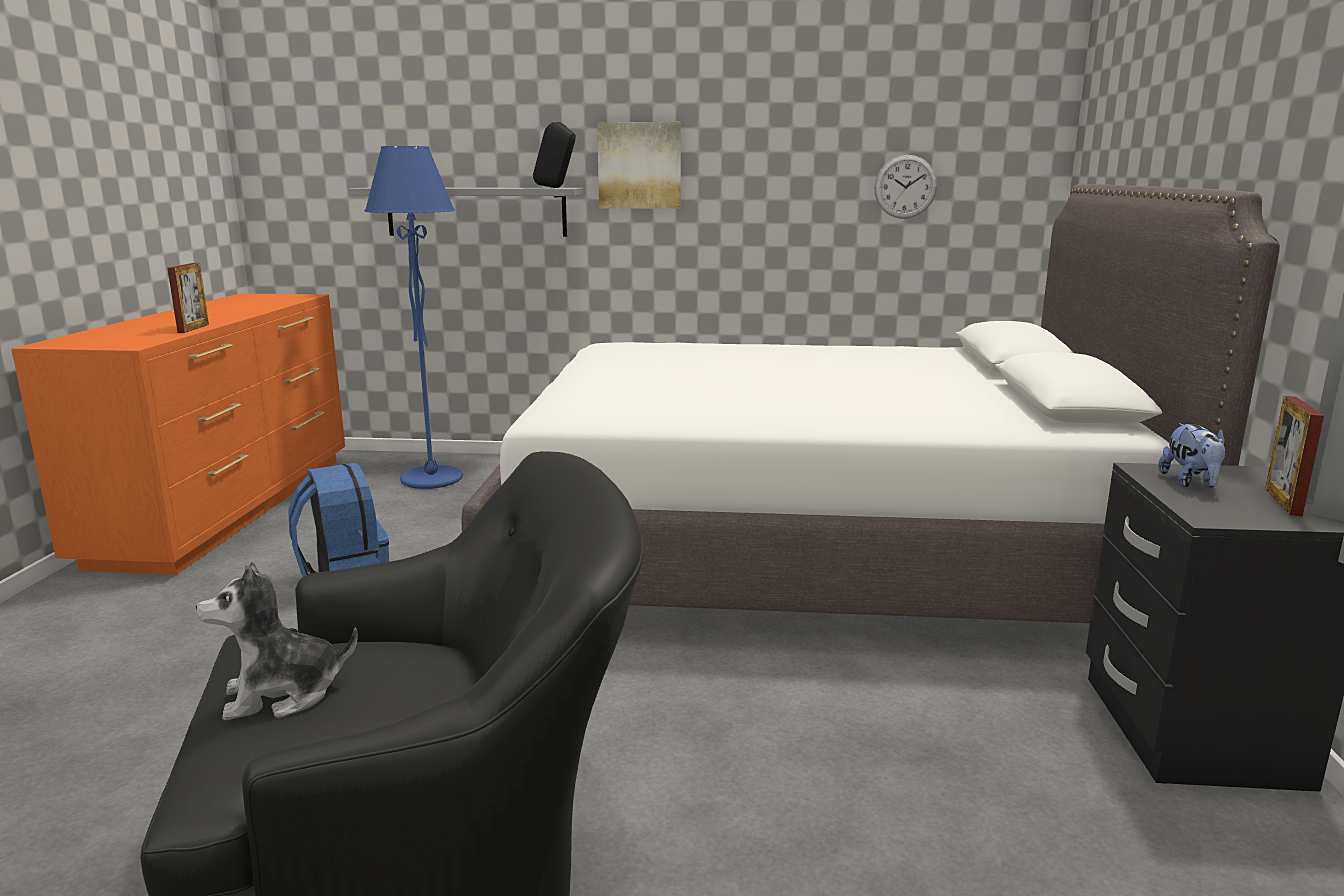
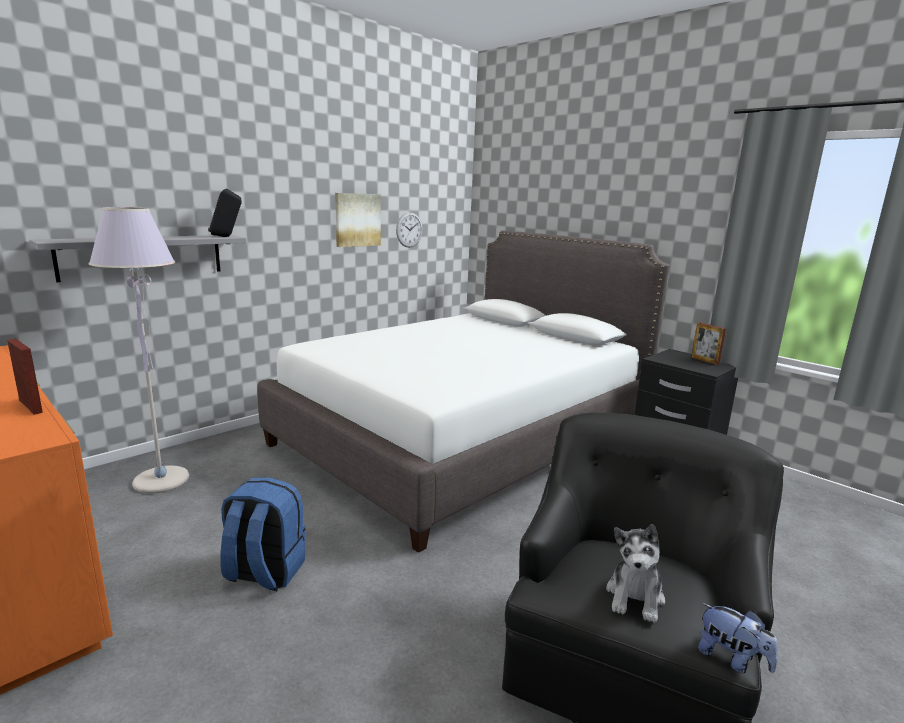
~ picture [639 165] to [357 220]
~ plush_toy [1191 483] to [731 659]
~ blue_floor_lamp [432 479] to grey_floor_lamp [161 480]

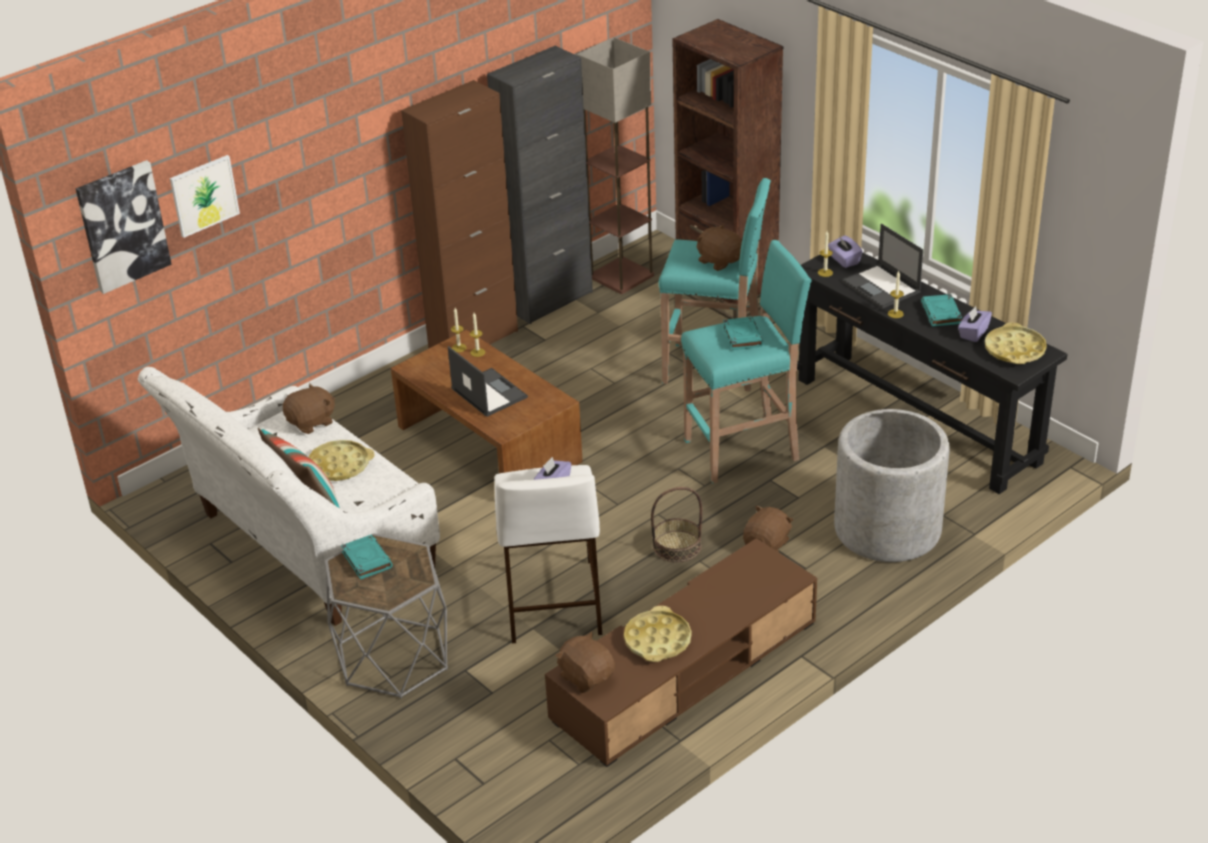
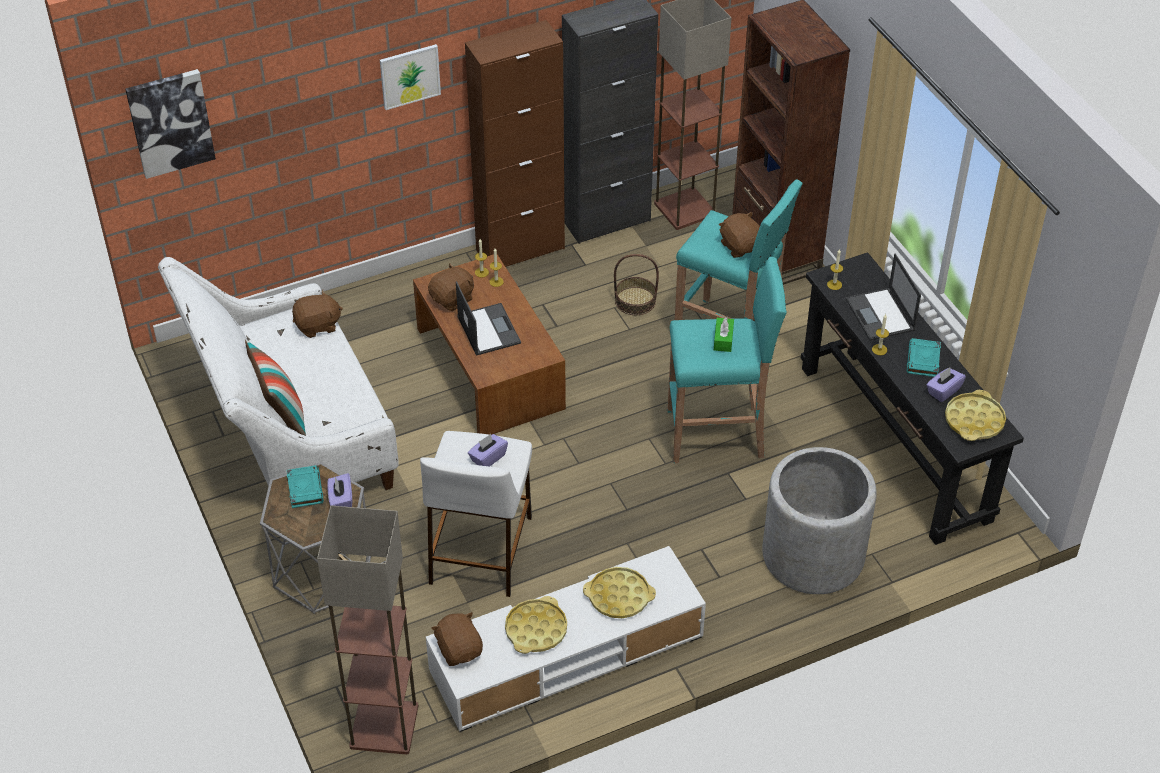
+ floor_lamp [383 727]
~ picture [204 195] to [410 76]
~ yellow_tray [339 466] to [619 597]
~ basket [677 546] to [635 301]
~ brown_plush_toy [767 544] to [452 299]
~ purple_tissue_box [844 260] to [341 500]
~ turquoise_book [742 336] to green_tissue_box [723 339]
~ brown_tv_stand [685 671] to white_tv_stand [566 654]

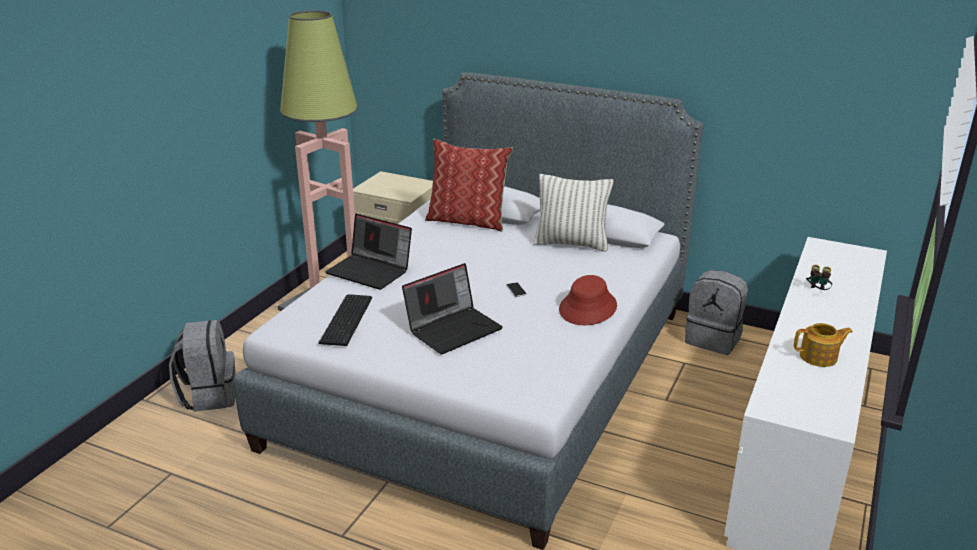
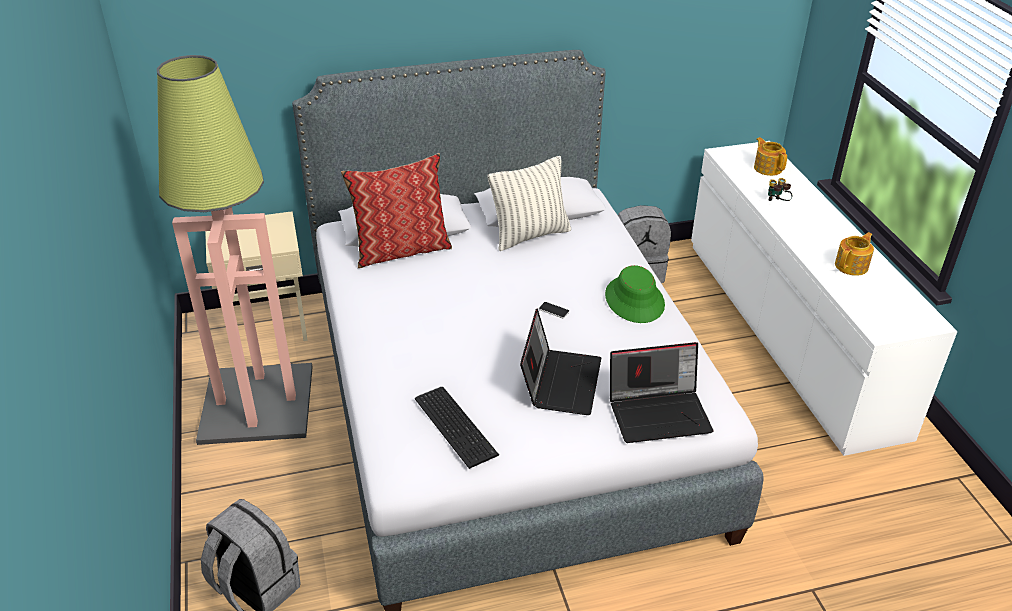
+ teapot [768 168]
~ laptop [371 271] to [659 412]
~ red_hat [588 308] to green_hat [635 300]

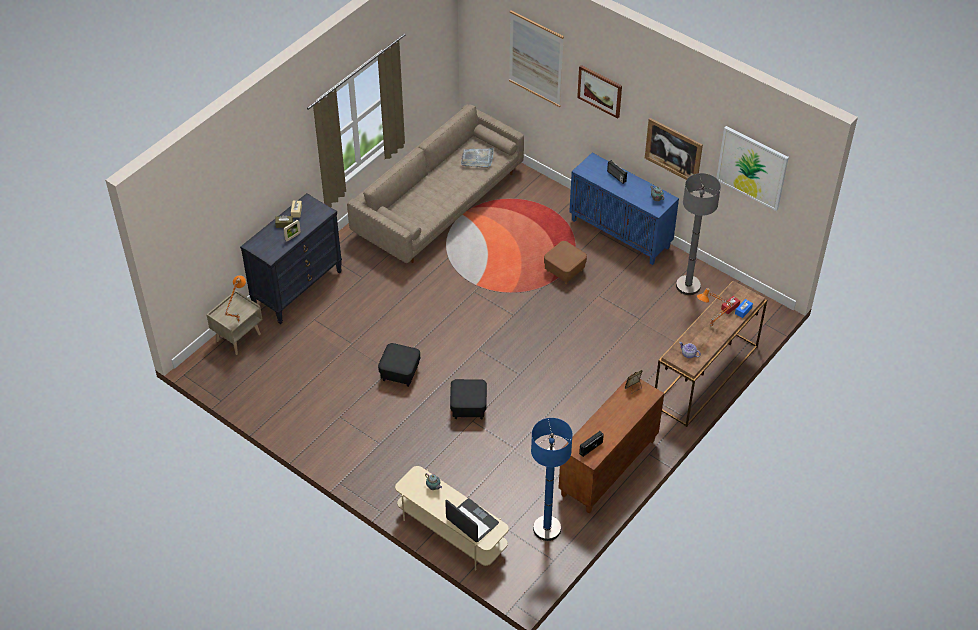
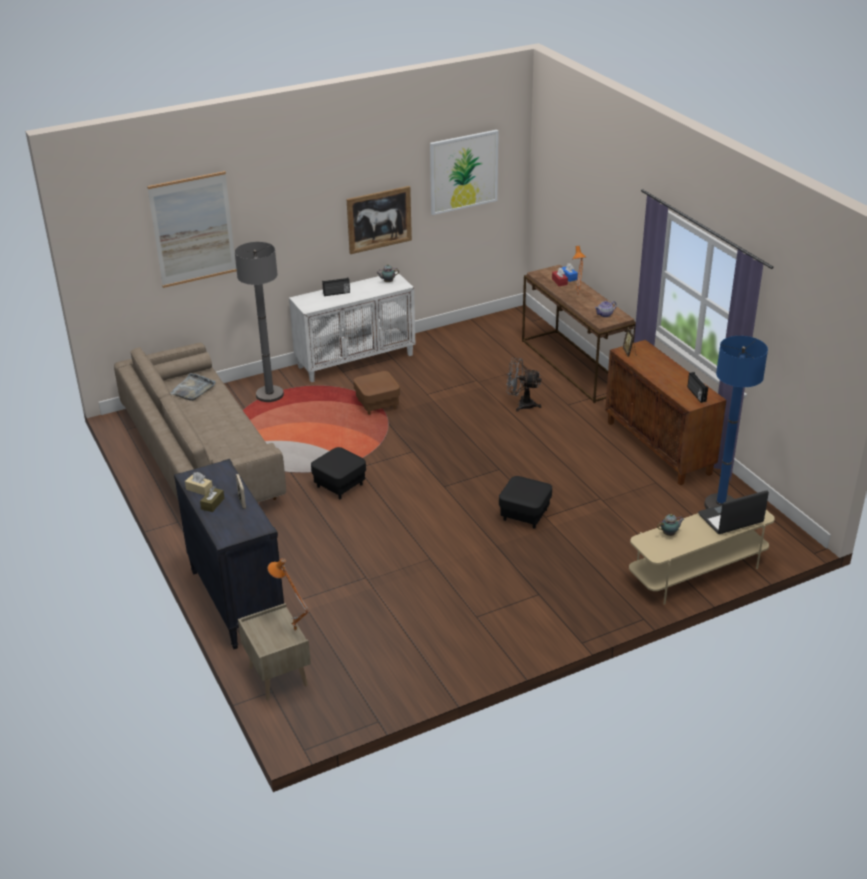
- picture [600 91]
+ grey_fan [521 404]
~ black_ottoman [400 373] to [339 485]
~ grey_floor_lamp [688 286] to [270 395]
~ blue_cabinet [621 233] to white_cabinet [356 360]

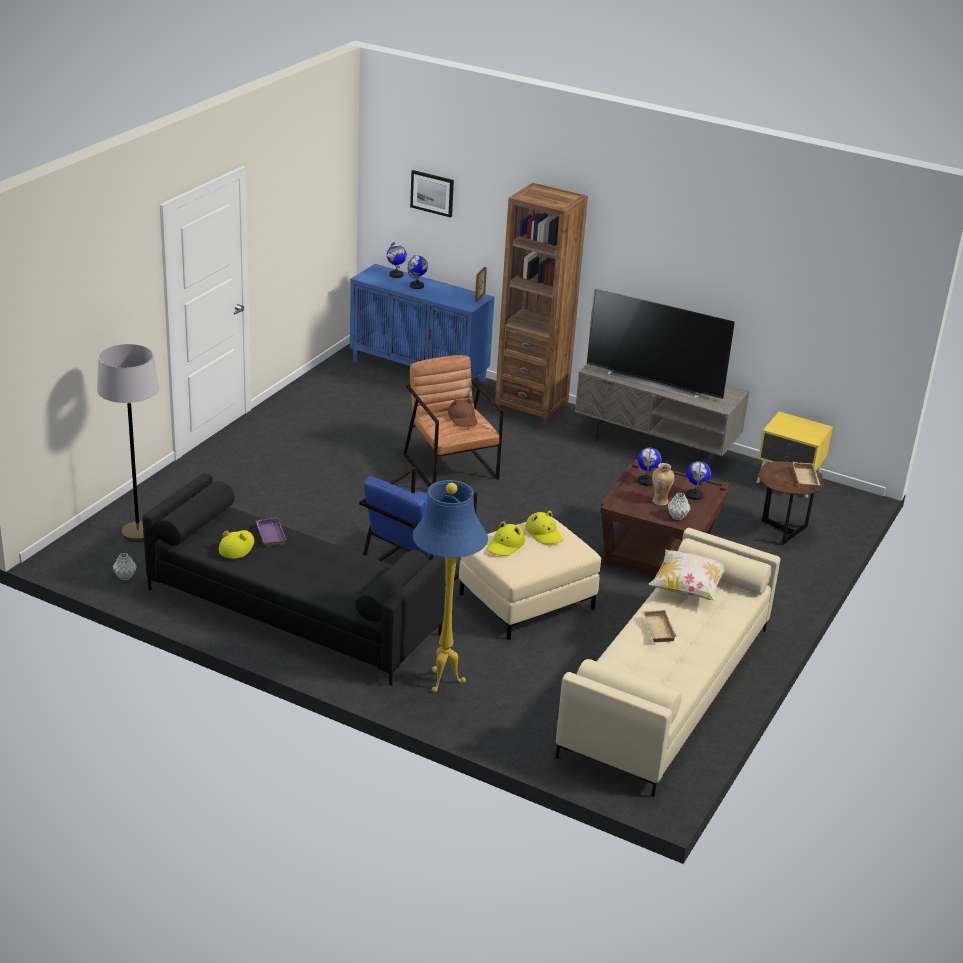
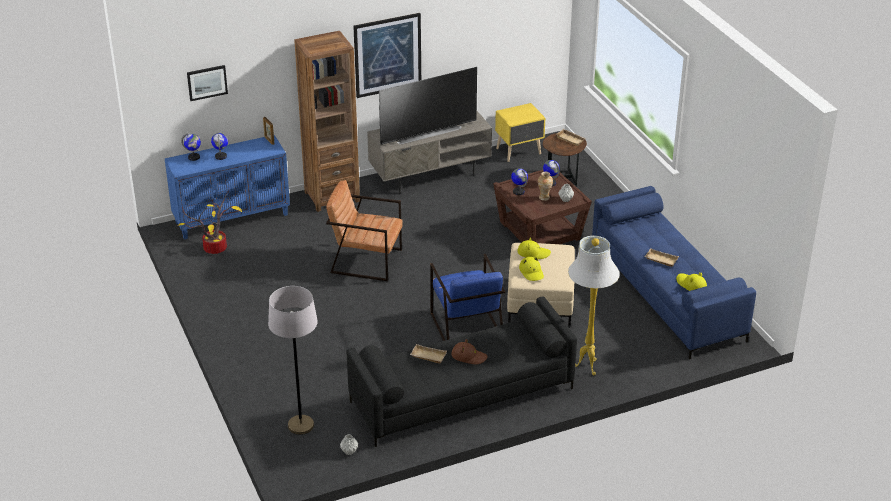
- pillow [687 588]
+ potted_plant [215 246]
+ picture [387 55]
~ yellow_hat [236 547] to [691 284]
~ brown_hat [463 418] to [469 356]
~ purple_tray [269 535] to beige_tray [427 356]
~ blue_floor_lamp [442 681] to white_floor_lamp [586 367]
~ beige_sofa [667 691] to blue_sofa [667 293]

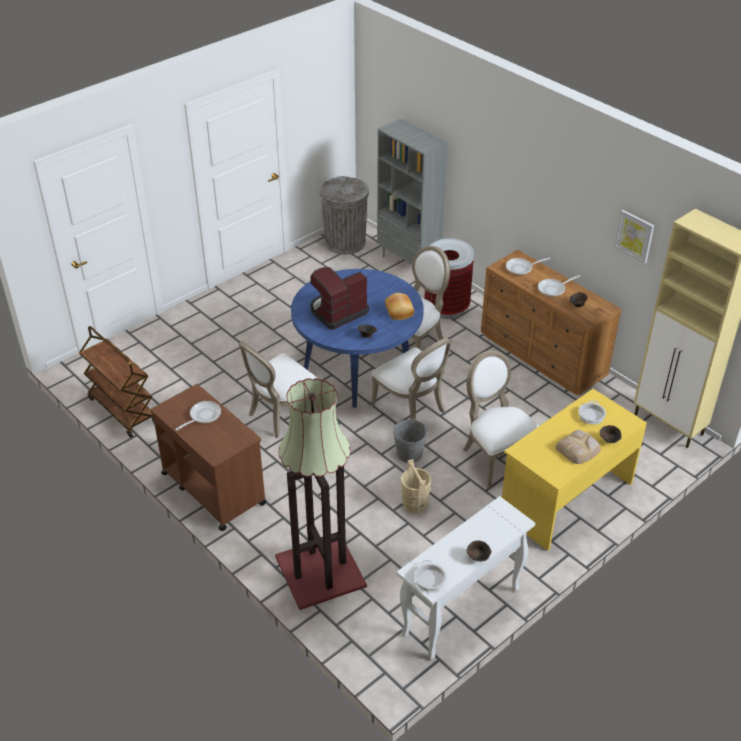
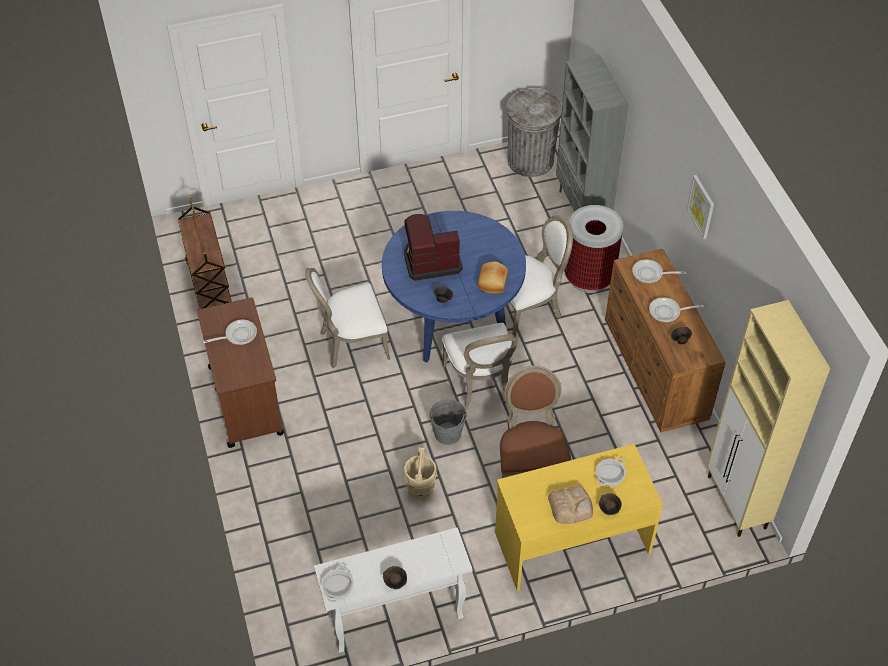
- floor_lamp [319 571]
~ picture [634 236] to [701 206]
~ white_chair [496 457] to brown_chair [530 470]

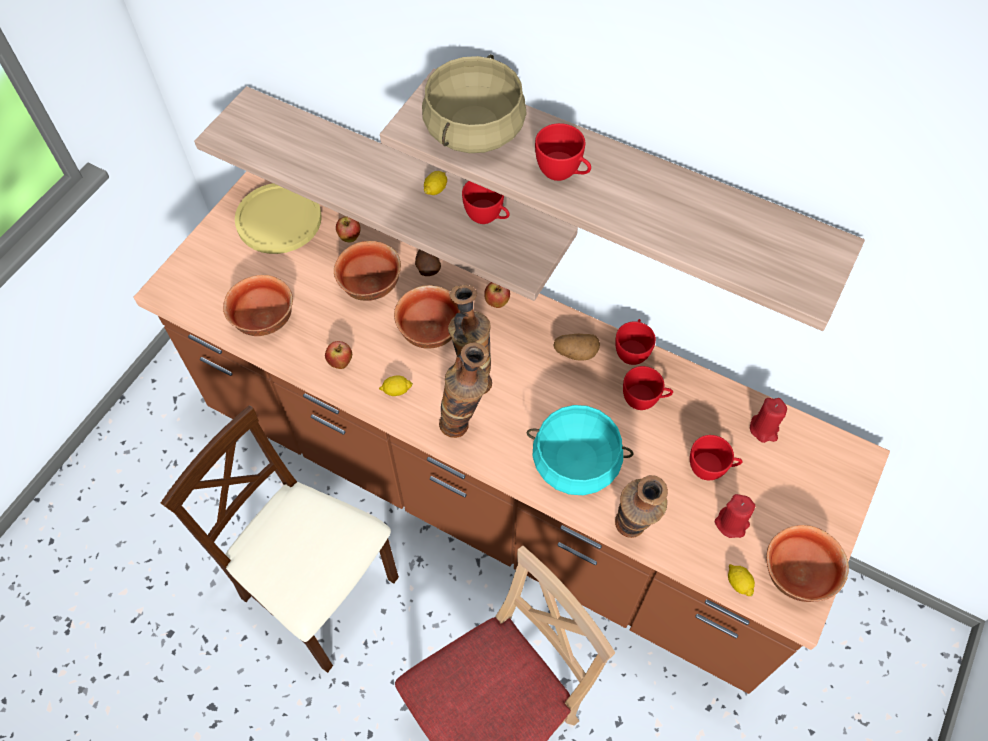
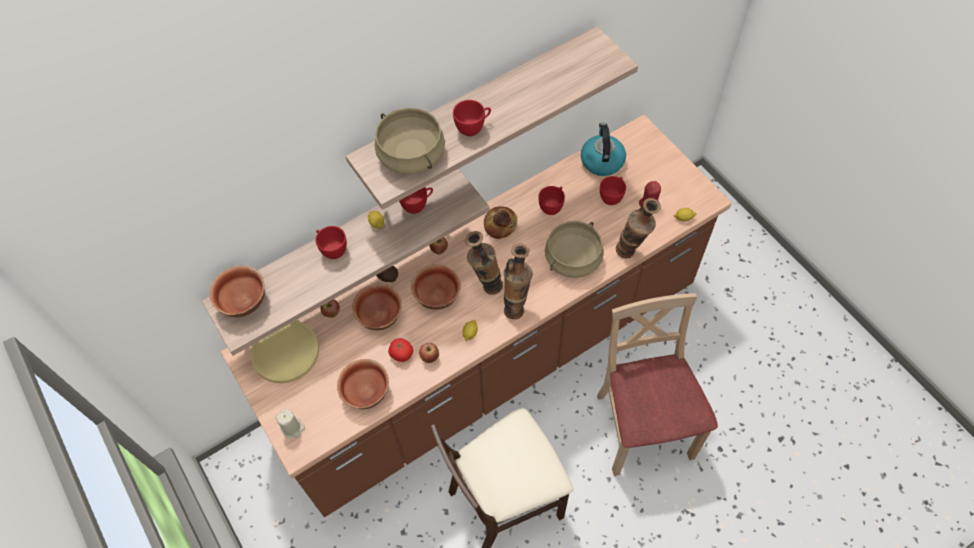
+ beige_candle [293 428]
+ tomato [401 354]
~ red_cup [632 351] to [332 249]
~ bowl [797 575] to [244 302]
~ potato [575 352] to bread [500 225]
~ red_candle [764 429] to kettle [601 160]
~ turquoise_cooking_pot [576 461] to beige_cooking_pot [572 258]

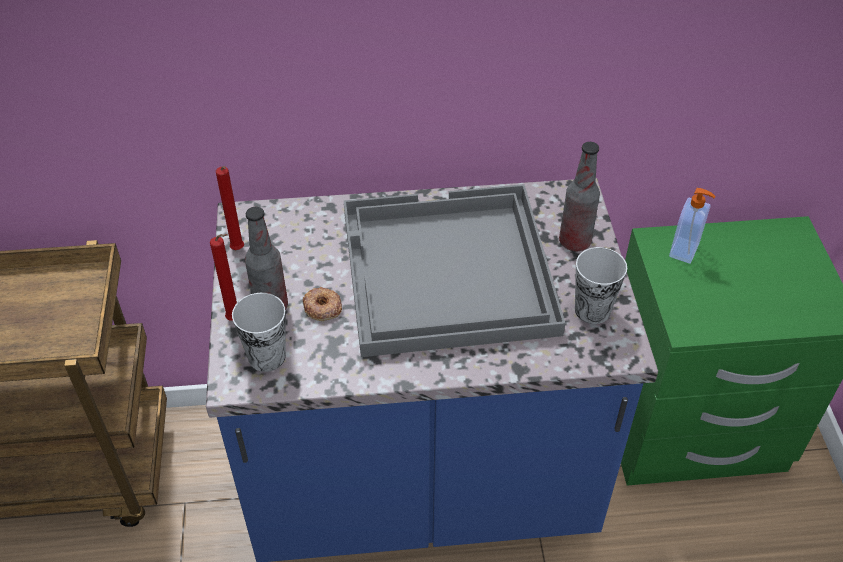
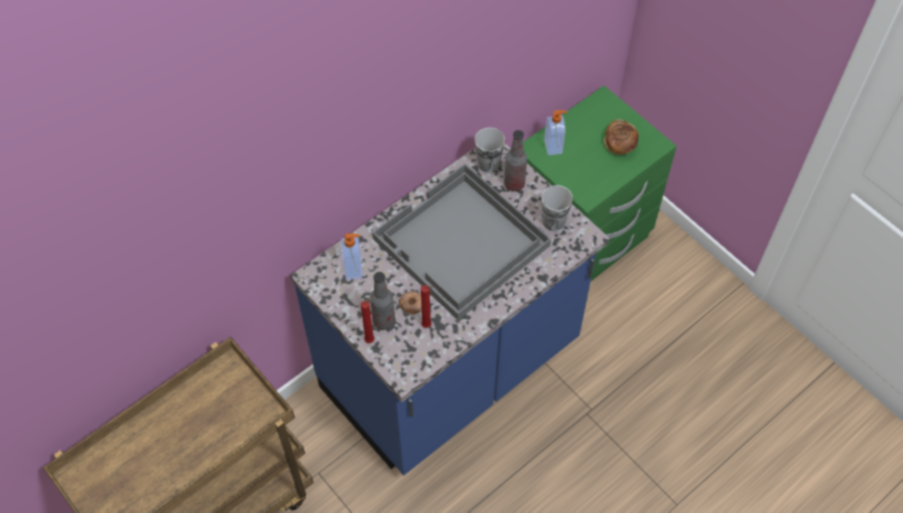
+ soap_dispenser [354 269]
+ bread [619 145]
~ red_candle [238 250] to [428 326]
~ cup [267 356] to [488 164]

